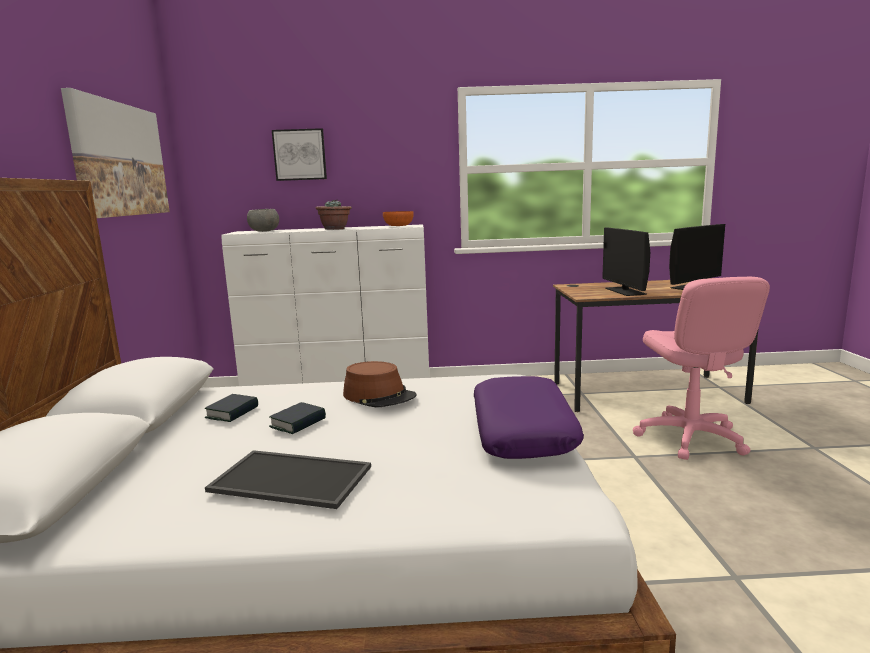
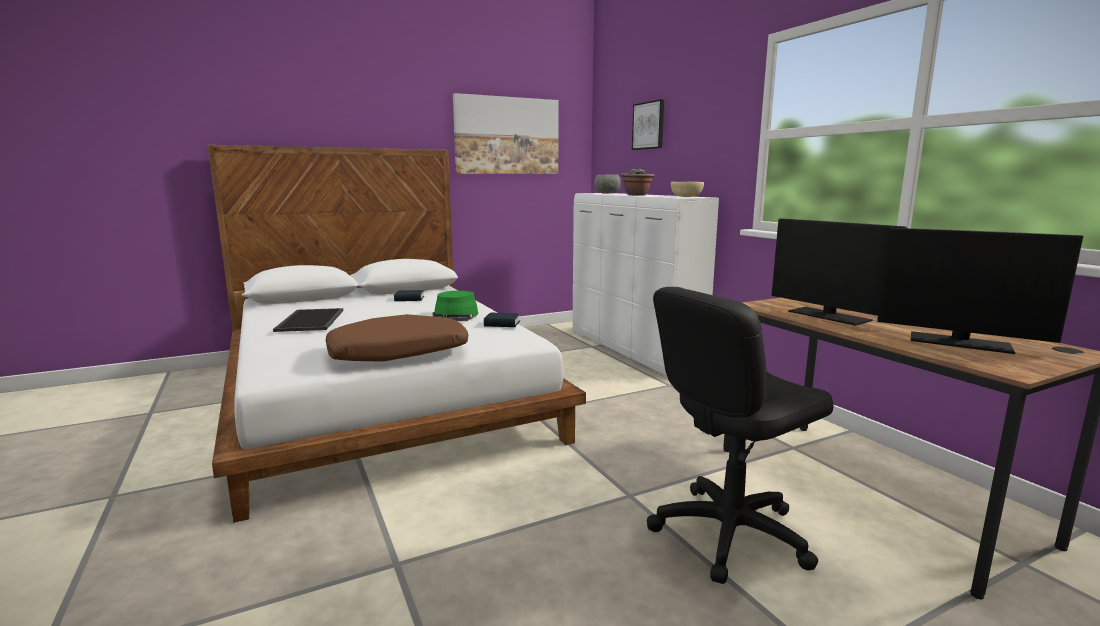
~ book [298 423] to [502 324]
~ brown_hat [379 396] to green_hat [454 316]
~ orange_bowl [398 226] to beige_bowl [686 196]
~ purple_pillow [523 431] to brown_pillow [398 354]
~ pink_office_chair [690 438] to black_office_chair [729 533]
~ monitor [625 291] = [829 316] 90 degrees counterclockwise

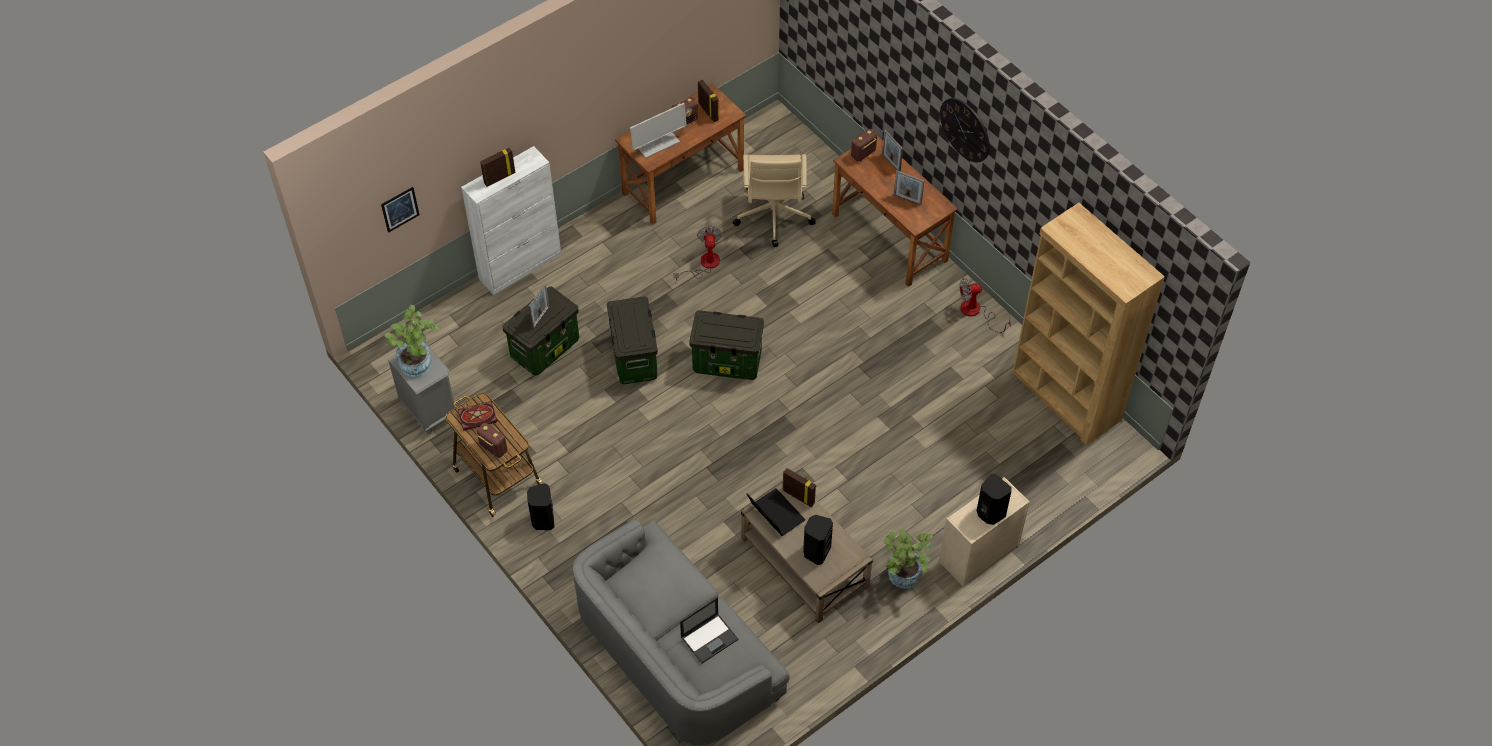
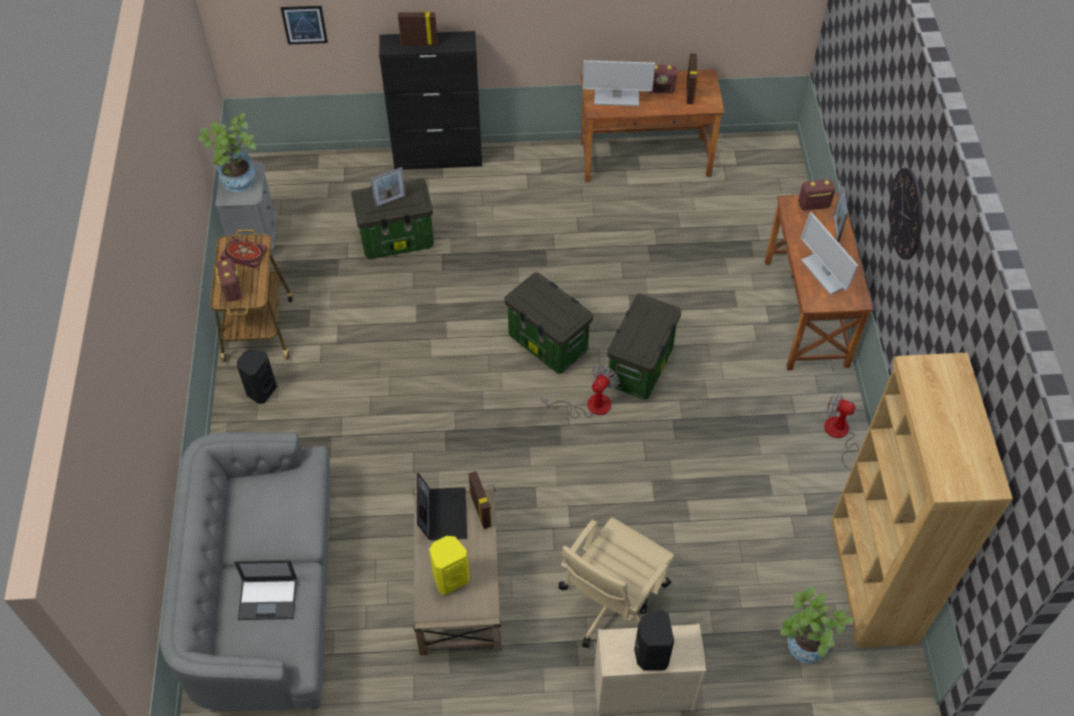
~ storage_box [635 358] to [640 368]
~ fan [704 264] to [589 405]
~ beige_office_chair [773 217] to [612 605]
~ potted_plant [902 579] to [802 648]
~ picture_frame [907 199] to monitor [824 272]
~ white_cabinet [520 266] to black_cabinet [438 158]
~ black_speaker [816 551] to yellow_speaker [450 578]

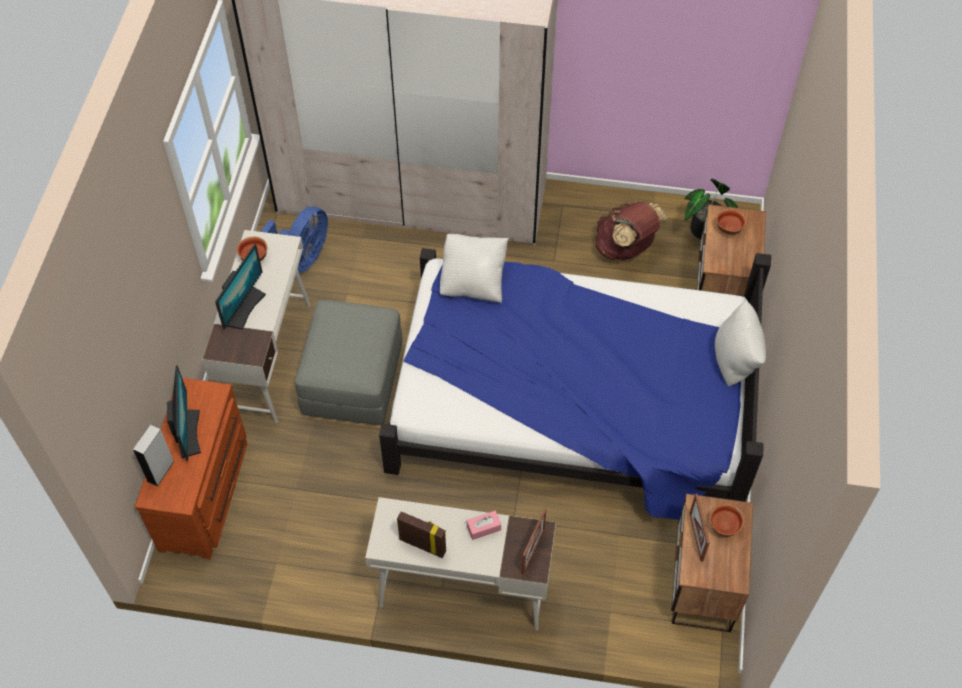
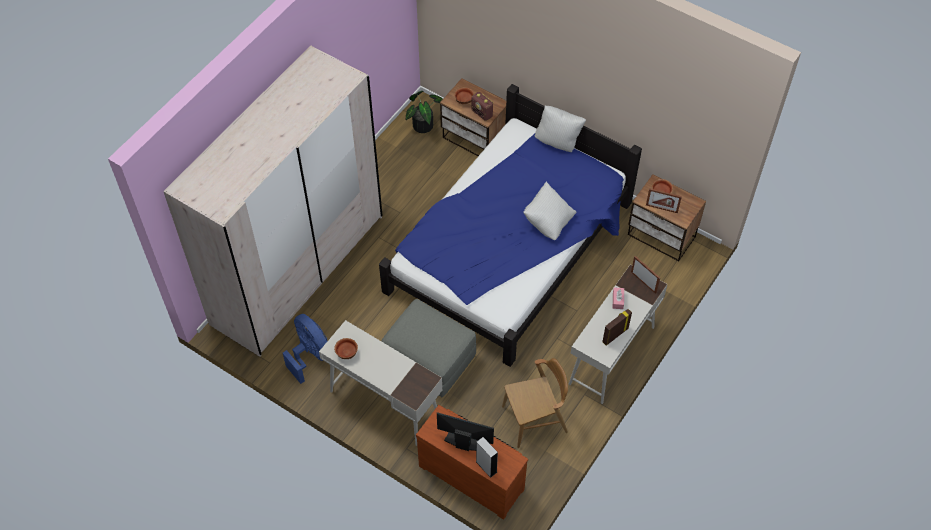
- monitor [244 308]
- brown_backpack [625 248]
+ radio [482 113]
+ brown_chair [535 419]
~ white_pillow [473 281] to [548 221]

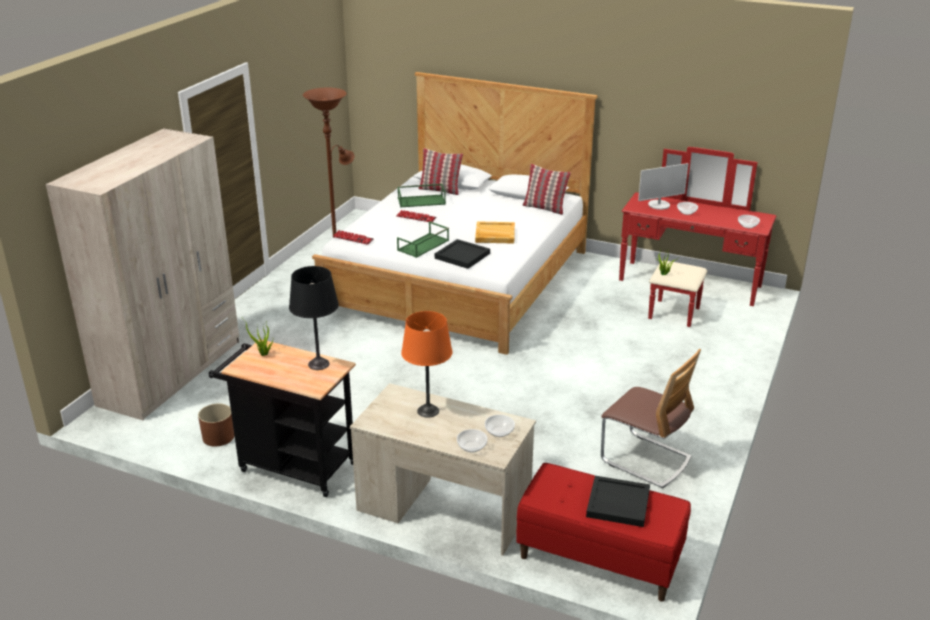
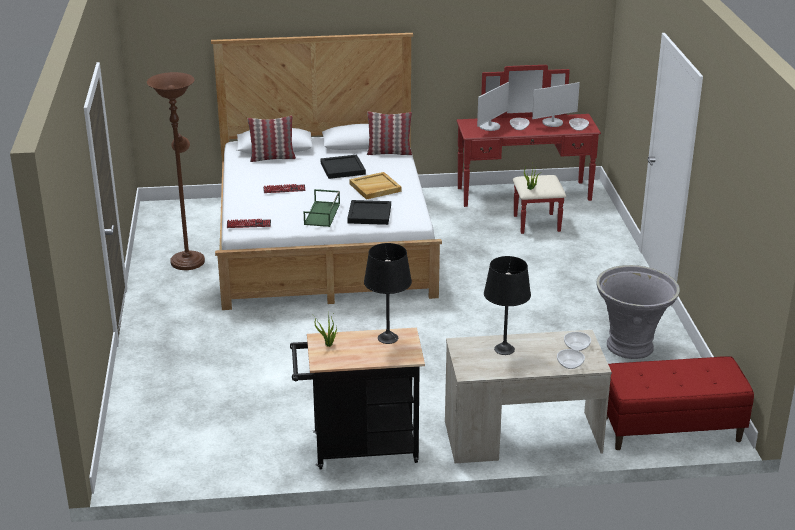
- beige_wardrobe [171 372]
- brown_planter [218 437]
- green_tray [422 201]
+ monitor [553 123]
~ black_tray [617 503] to [342 169]
~ chair [645 459] to grey_planter [631 346]
~ orange_table_lamp [428 411] to black_table_lamp [504 349]

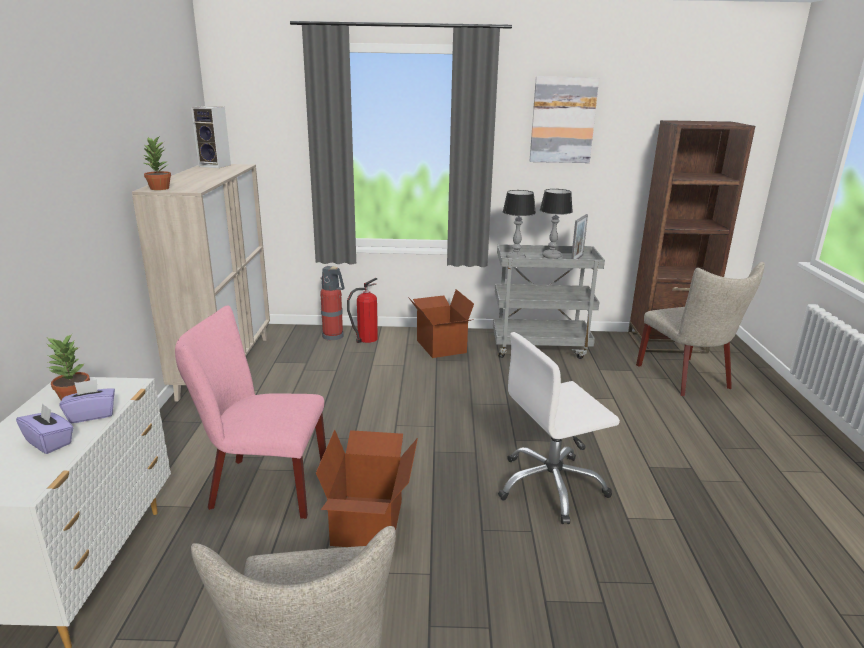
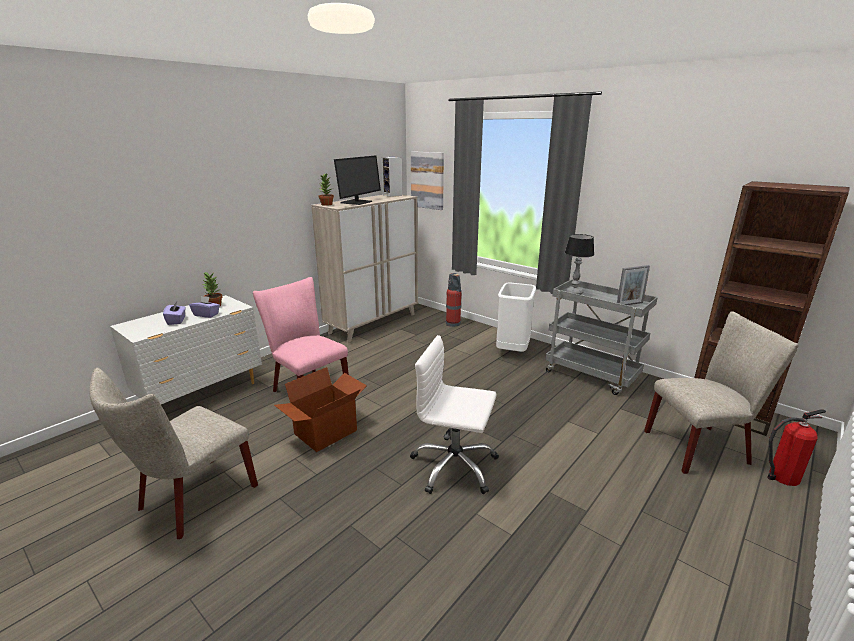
- table_lamp [551 256]
+ monitor [357 202]
~ fire_extinguisher [366 339] to [782 477]
~ picture [562 120] to [427 180]
~ cardboard_box [440 346] to white_trash_can [513 350]
~ beige_chair [687 378] = [702 447] 120 degrees counterclockwise

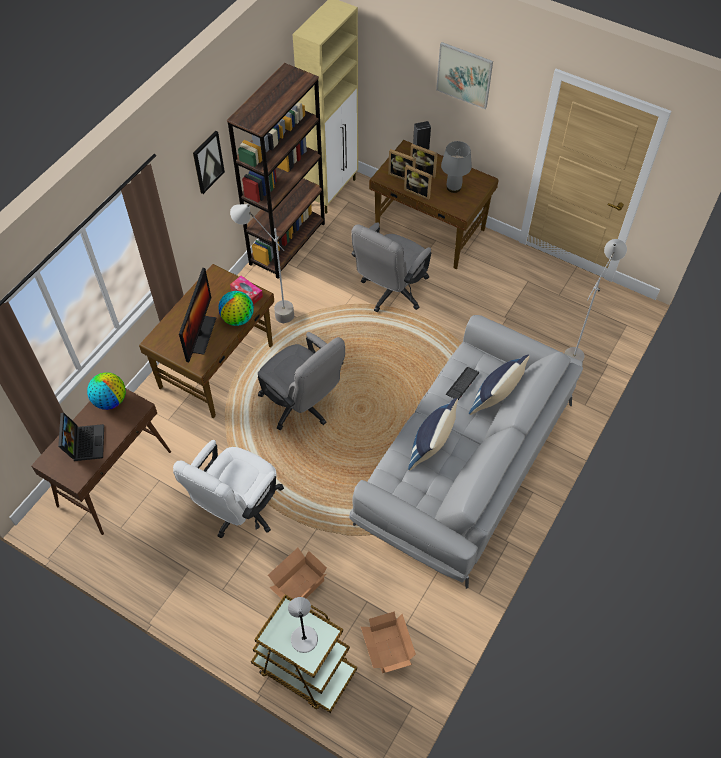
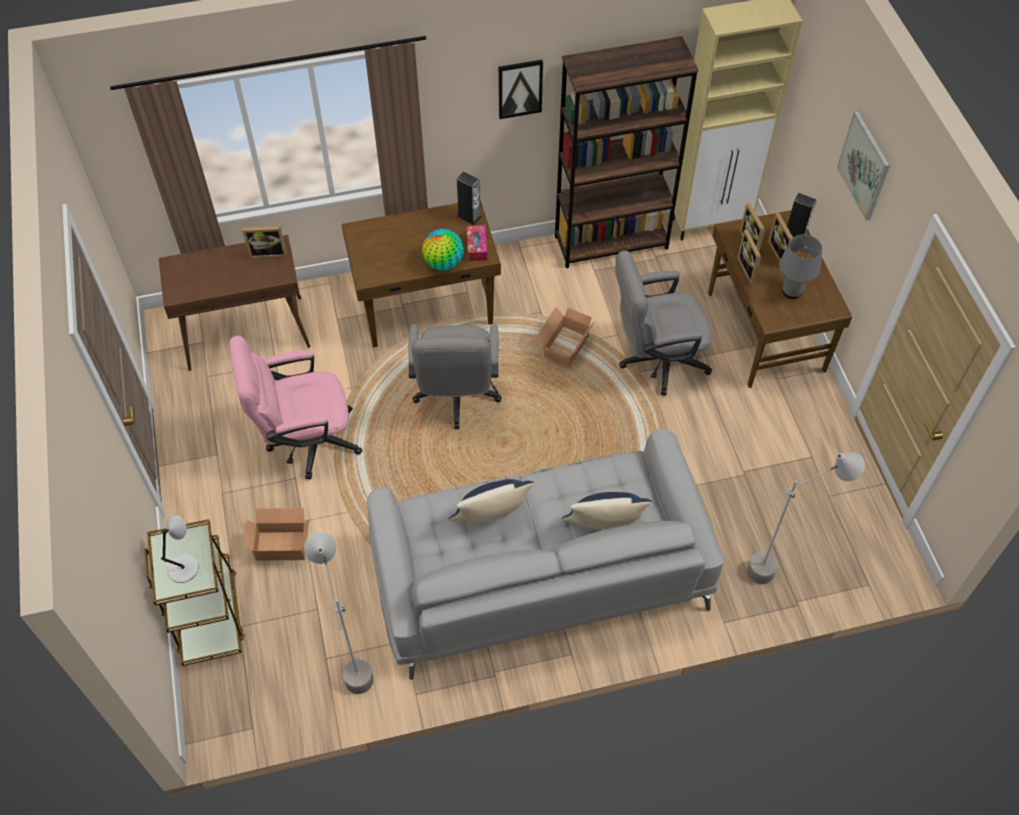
- laptop [84 442]
- monitor [200 334]
- keyboard [462 384]
+ speaker [469 216]
~ grey_floor_lamp [270 310] to [352 658]
~ cardboard_box [387 650] to [564 347]
~ globe [110 400] to picture_frame [268 252]
~ white_office_chair [238 511] to pink_office_chair [305 441]

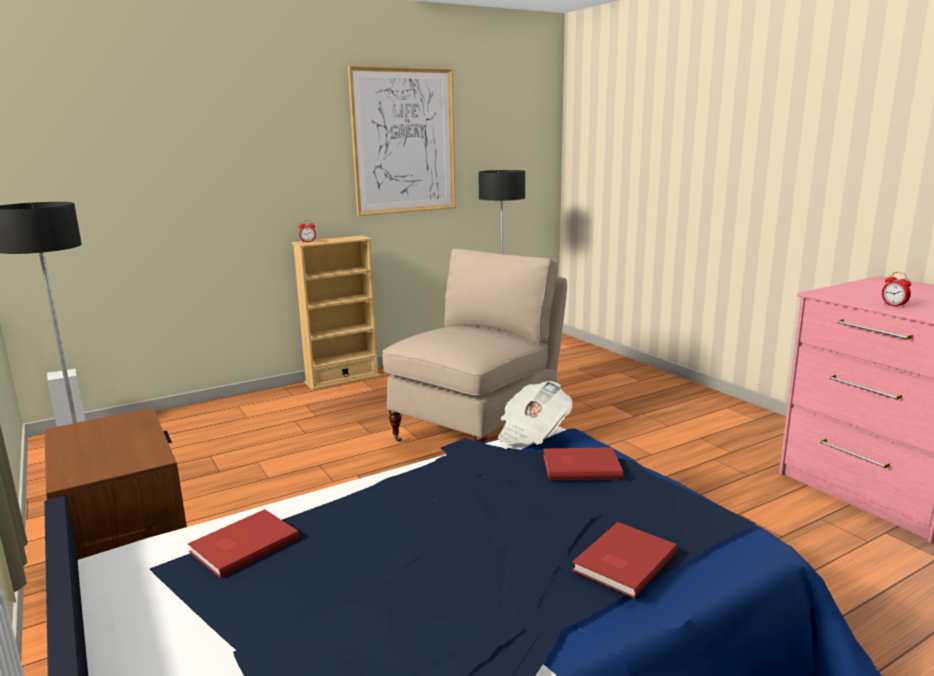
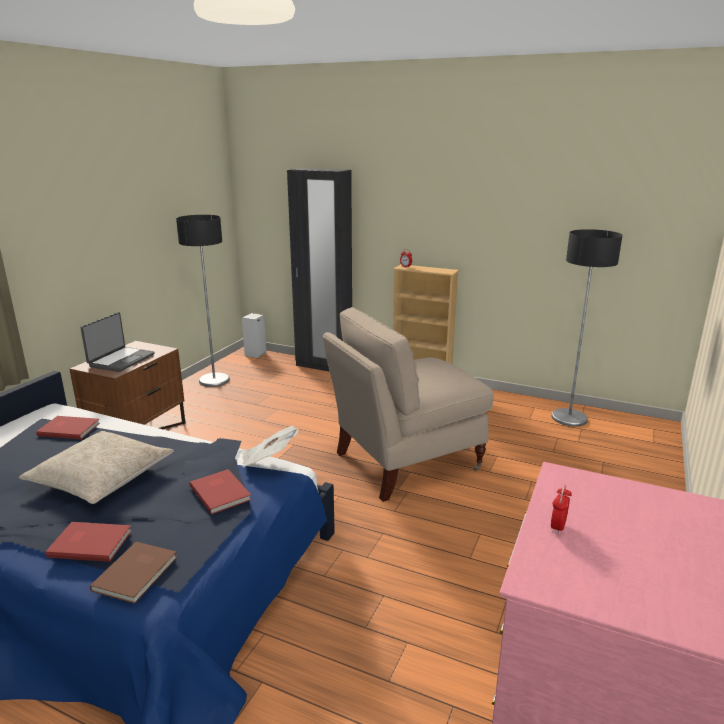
- picture [404 141]
+ beige_pillow [101 478]
+ laptop [121 360]
+ brown_book [138 573]
+ black_wardrobe [323 366]
~ beige_chair [477 432] = [405 462] 150 degrees clockwise

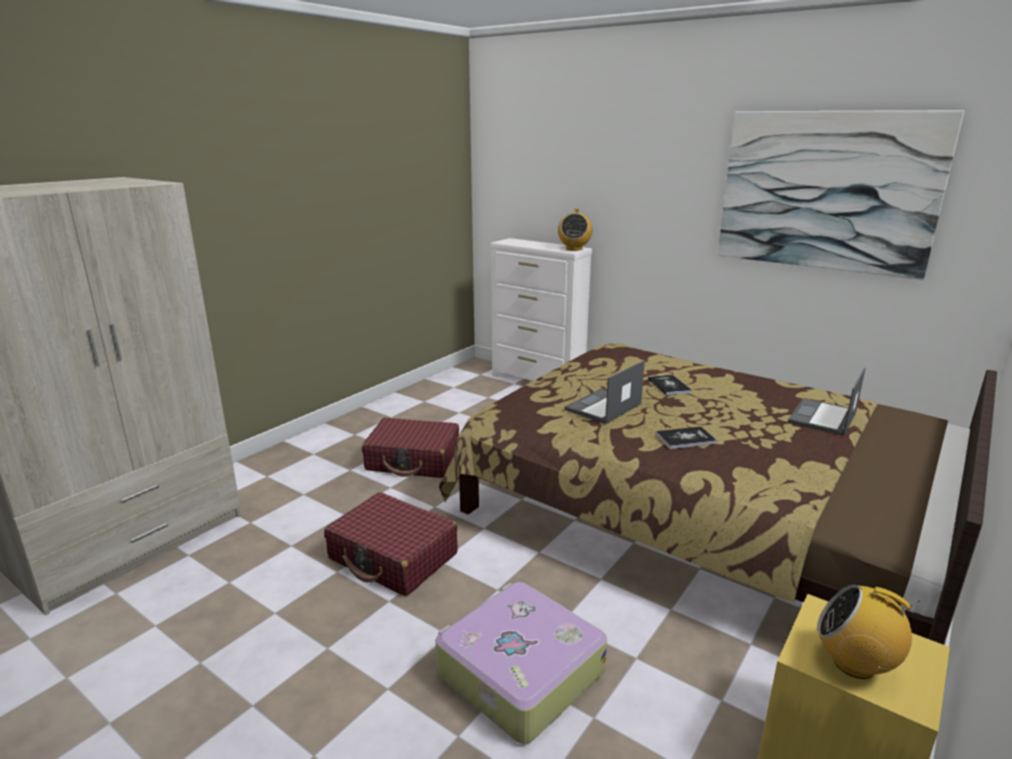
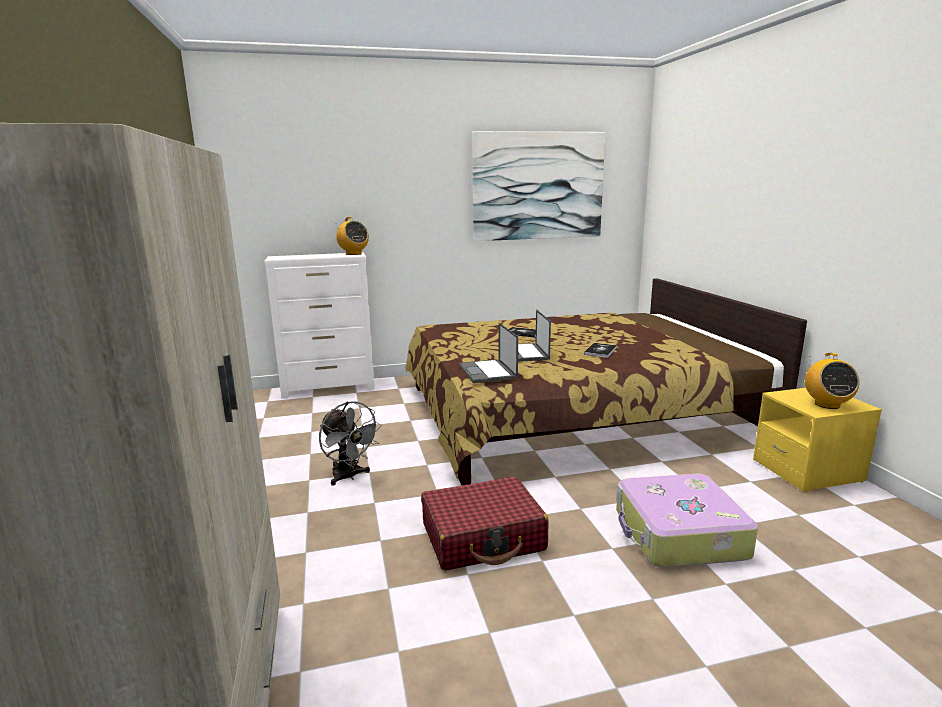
~ laptop [822 418] to [488 372]
~ red_suitcase [413 460] to grey_fan [349 476]
~ radio [855 663] = [826 404] 60 degrees counterclockwise

